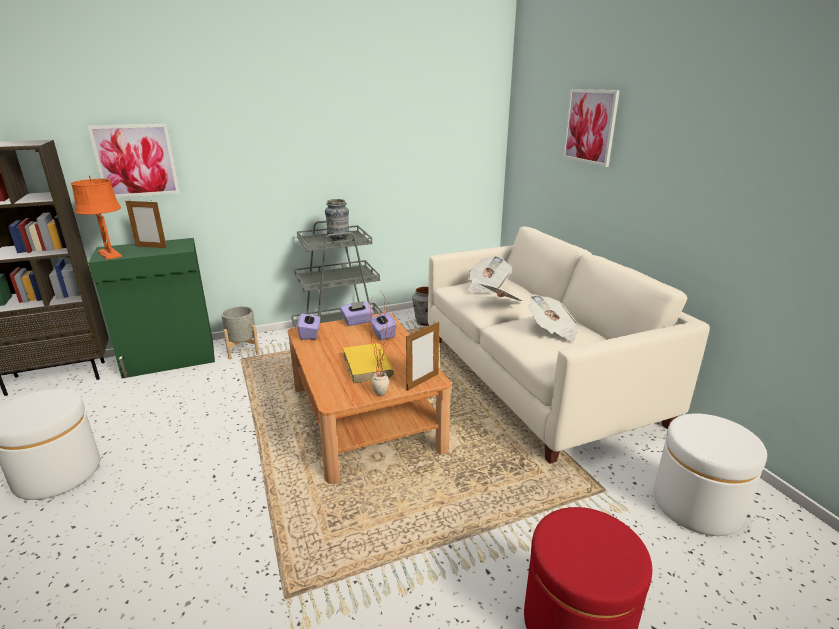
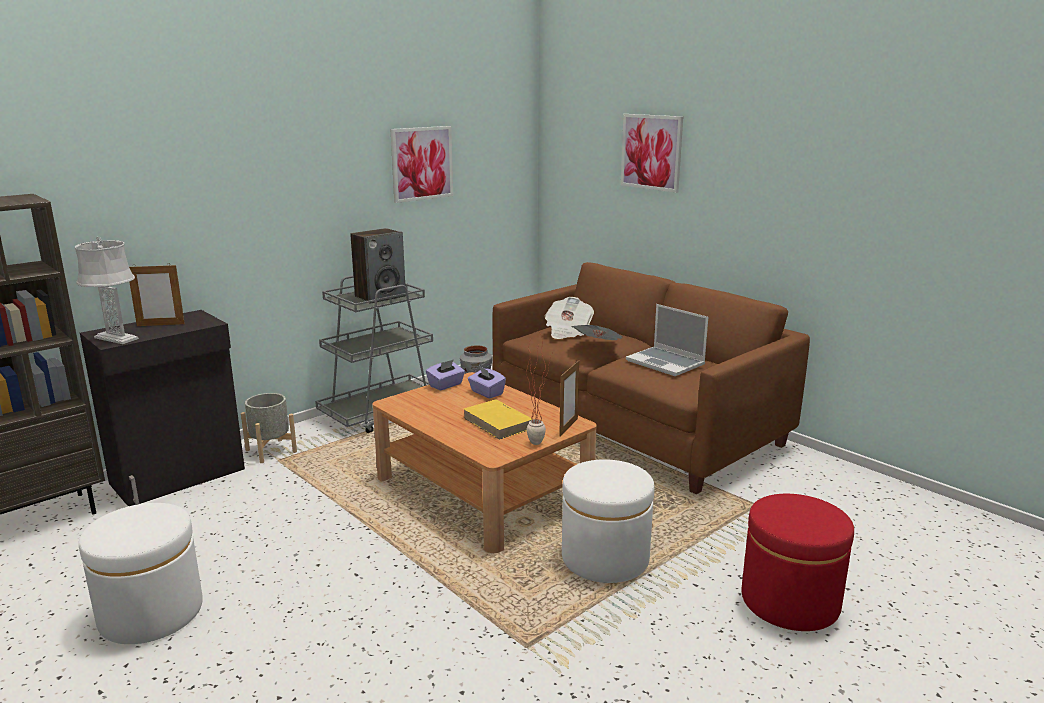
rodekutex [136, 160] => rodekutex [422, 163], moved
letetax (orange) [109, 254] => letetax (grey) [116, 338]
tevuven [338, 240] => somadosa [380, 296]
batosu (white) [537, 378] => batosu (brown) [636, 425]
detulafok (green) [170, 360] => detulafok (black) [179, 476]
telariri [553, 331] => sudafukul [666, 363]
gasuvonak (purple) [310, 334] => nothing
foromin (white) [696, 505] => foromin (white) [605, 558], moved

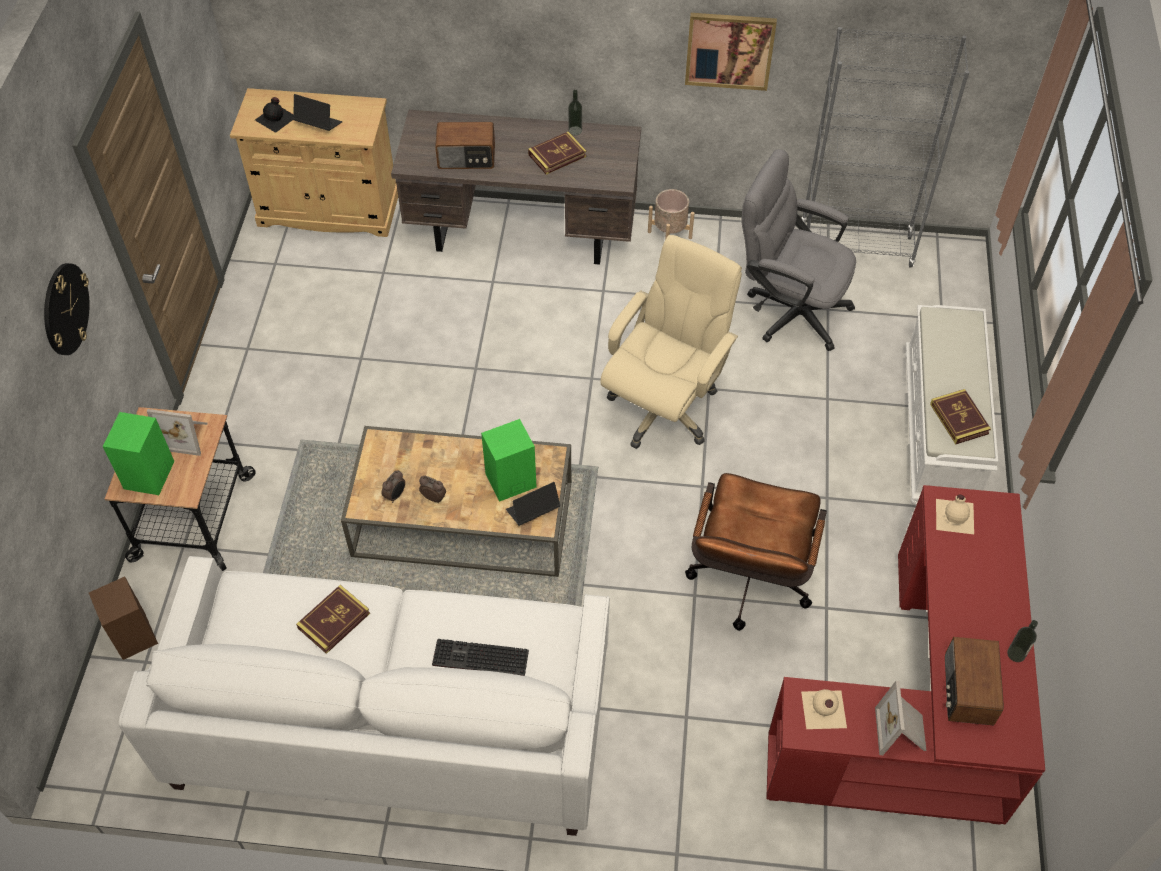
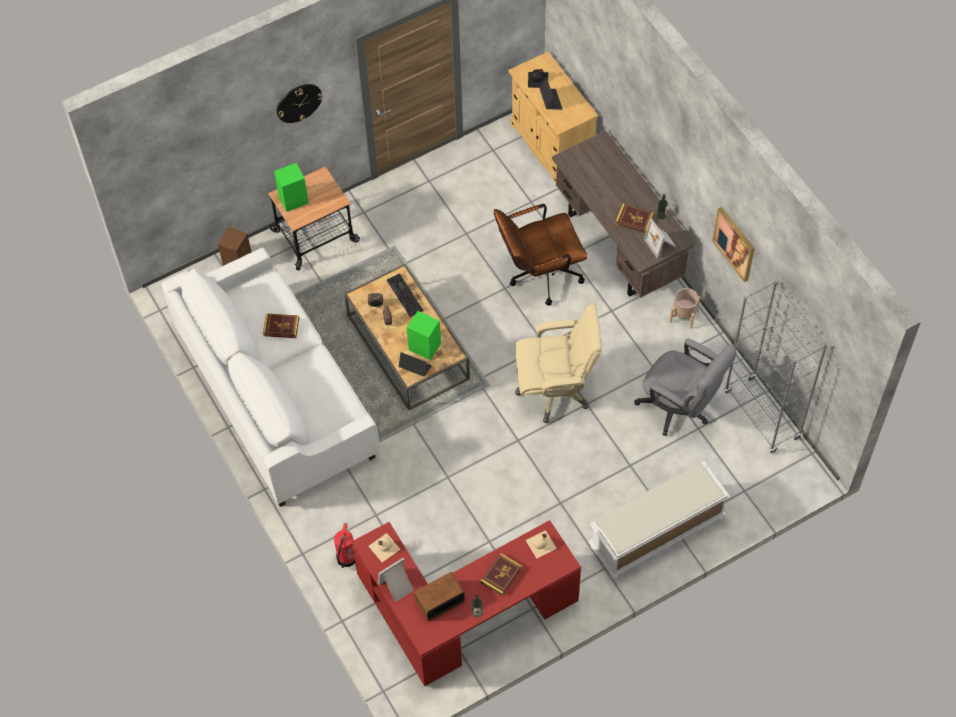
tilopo [467, 158] => nothing
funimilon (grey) [788, 309] => funimilon (grey) [680, 408], 135 degrees clockwise
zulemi [959, 419] => zulemi [501, 575], moved
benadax [186, 436] => benadax [661, 244], moved
funimilon (brown) [747, 585] => funimilon (brown) [539, 275], moved
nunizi [478, 660] => nunizi [403, 295], moved
nothing => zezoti [346, 558]

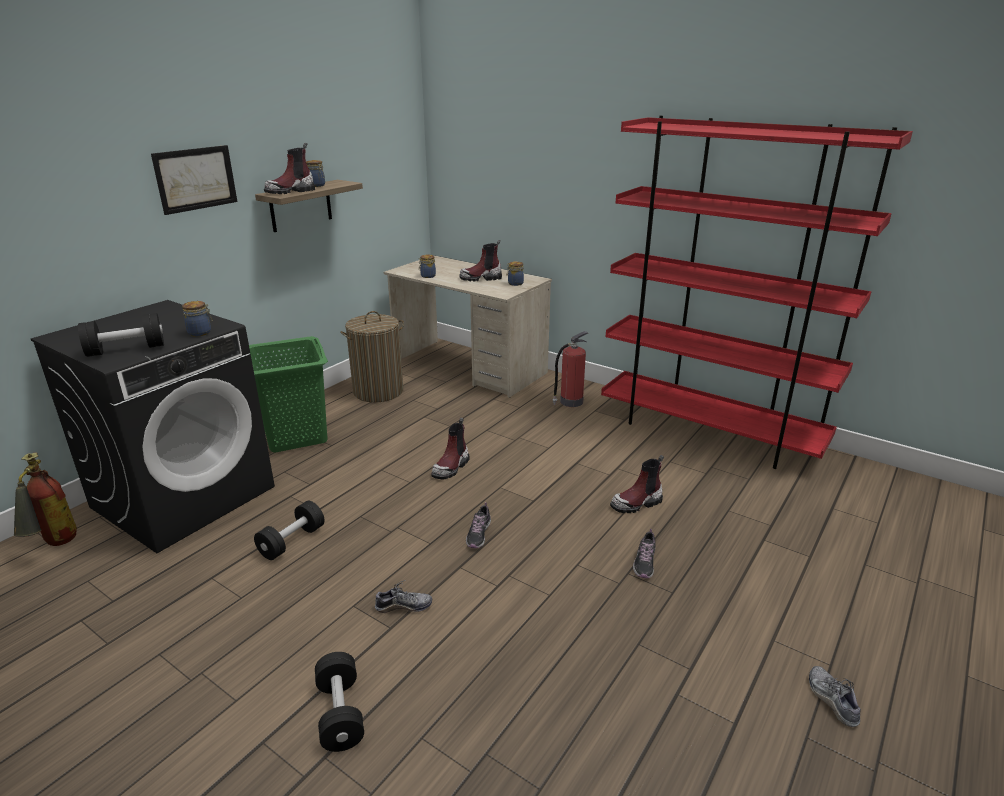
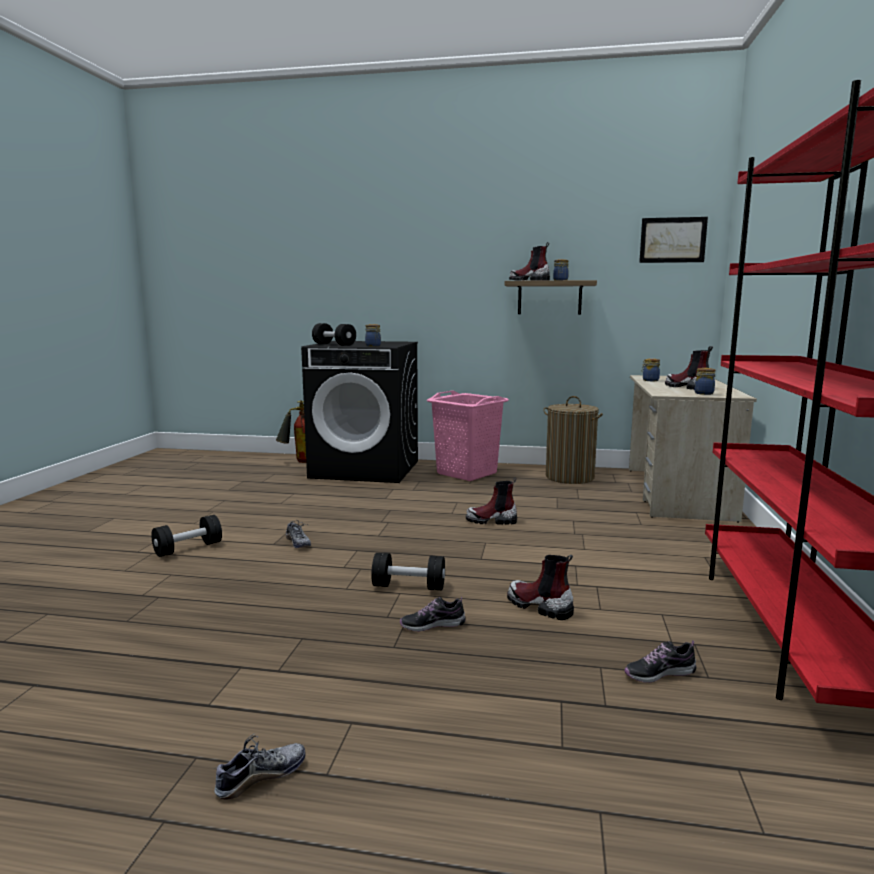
rodekutex [196, 179] => rodekutex [672, 240], moved
zezoti [570, 402] => nothing
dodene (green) [295, 436] => dodene (pink) [467, 473]
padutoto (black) [292, 541] => padutoto (black) [409, 586], moved
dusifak [478, 534] => dusifak [659, 673], moved

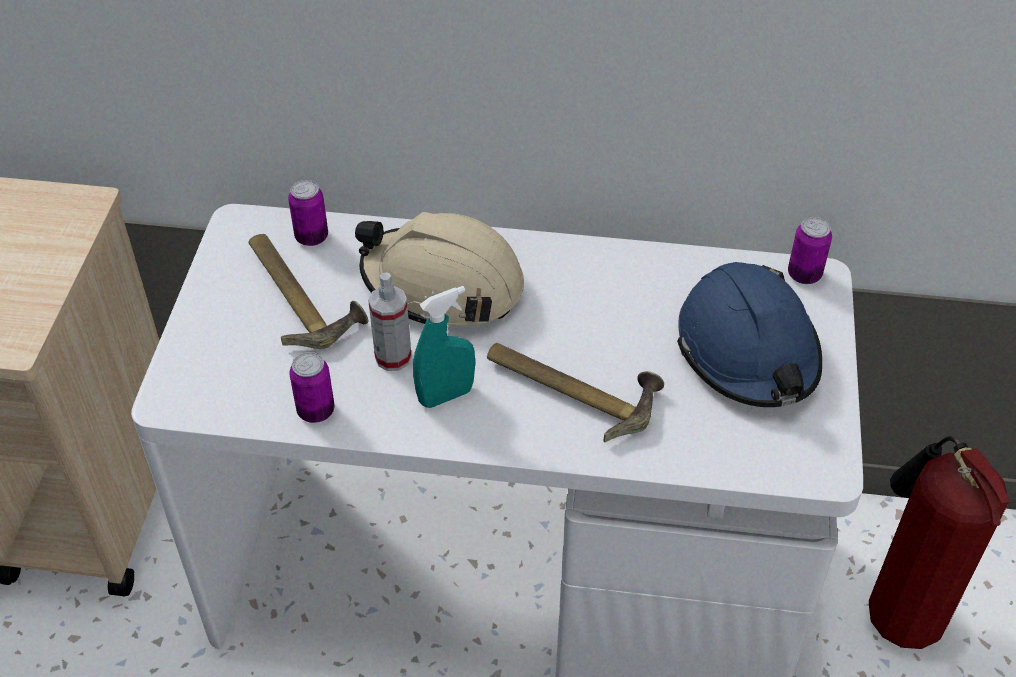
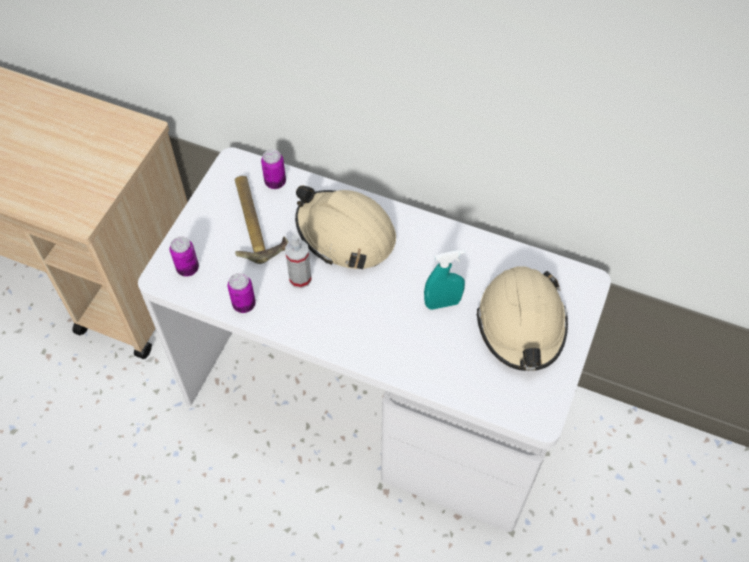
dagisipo [804, 275] => dagisipo [187, 268], moved
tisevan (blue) [748, 351] => tisevan (beige) [521, 325]
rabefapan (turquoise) [446, 395] => rabefapan (turquoise) [442, 303], moved
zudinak [571, 388] => nothing
zezoti [897, 613] => nothing

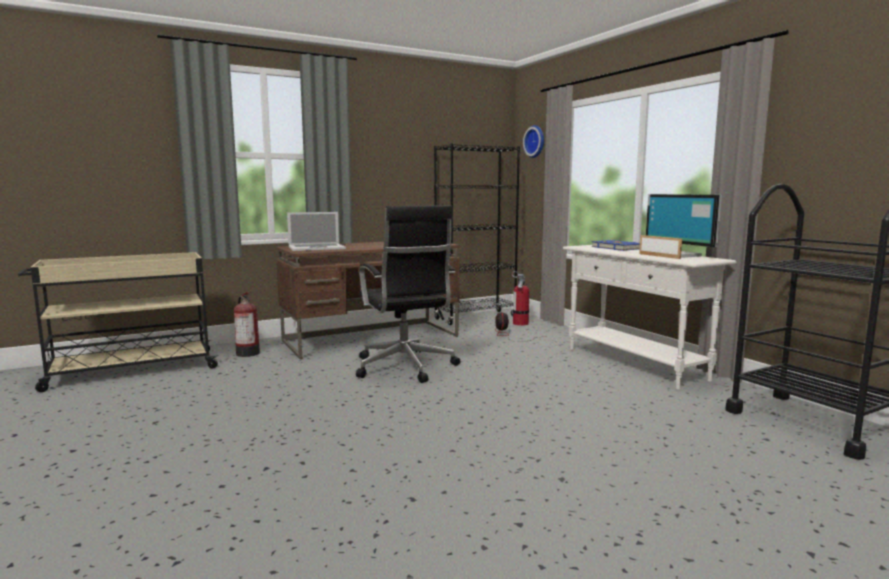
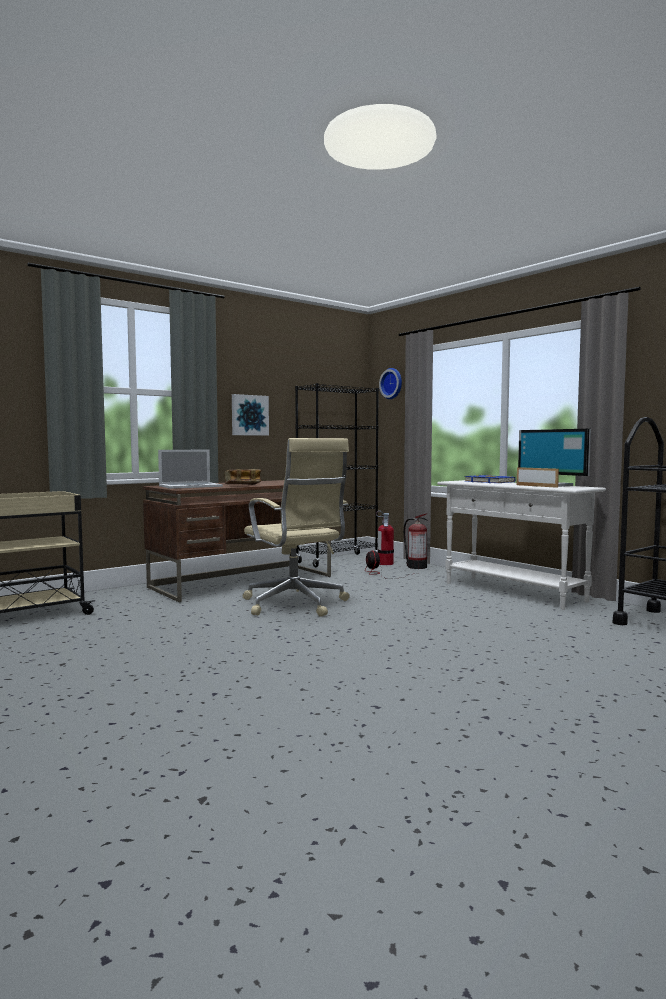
funimilon (black) [405, 367] => funimilon (beige) [295, 605]
zezoti [247, 353] => zezoti [416, 567], moved
nothing => rodekutex [249, 415]
nothing => zulemi [243, 485]

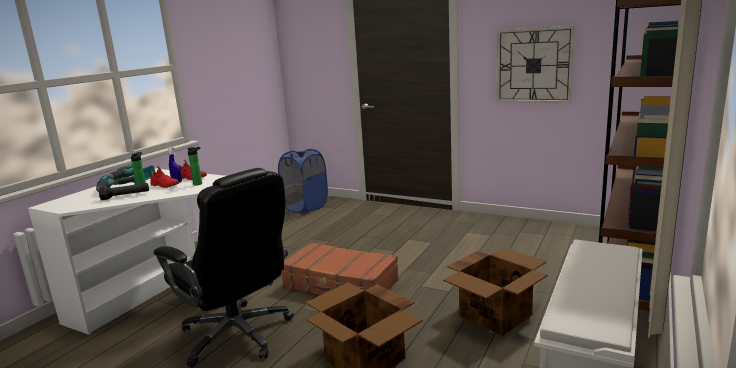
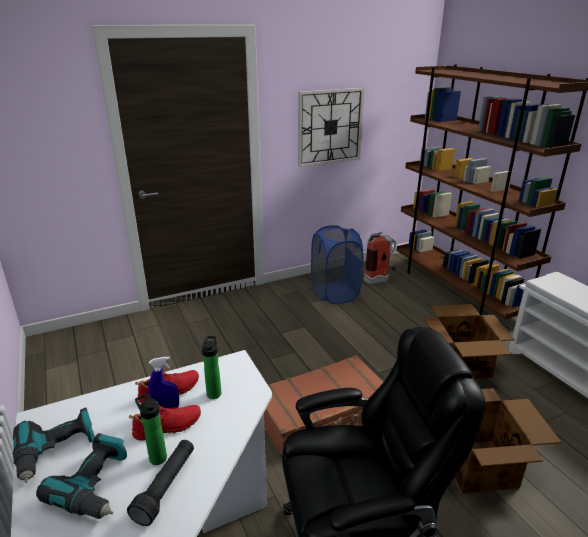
dodene (blue) [306, 207] => dodene (blue) [334, 293], moved
nothing => zezoti [380, 281]

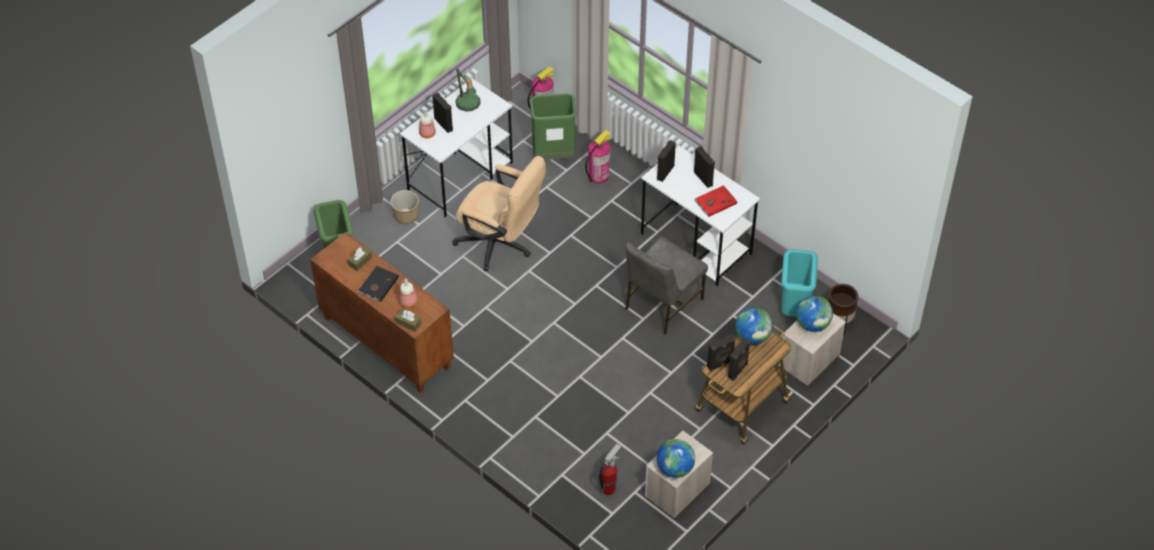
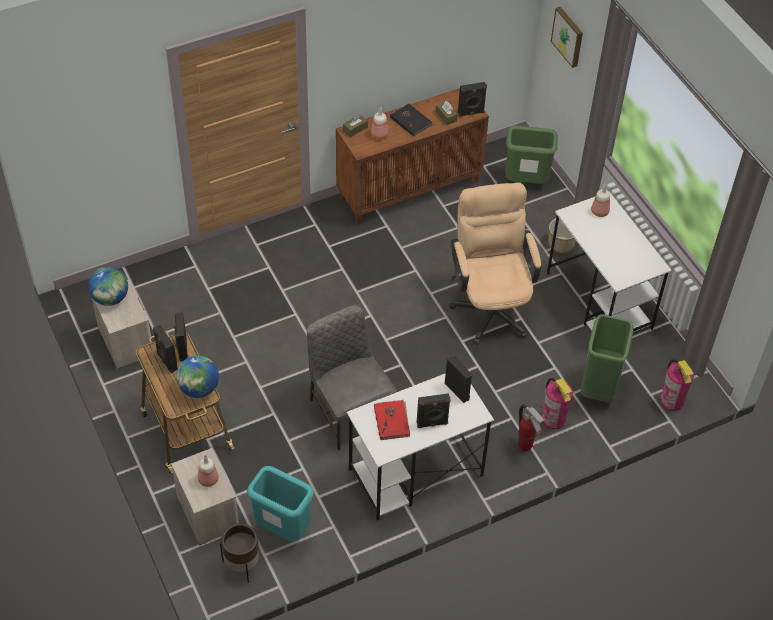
letetax [468, 105] => nothing
somadosa (black) [444, 124] => somadosa (black) [471, 113], moved
funimilon (beige) [501, 244] => funimilon (beige) [490, 305], 120 degrees clockwise
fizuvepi [812, 324] => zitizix [207, 479]
zezoti [608, 489] => zezoti [525, 446], moved
nothing => rodekutex [568, 36]

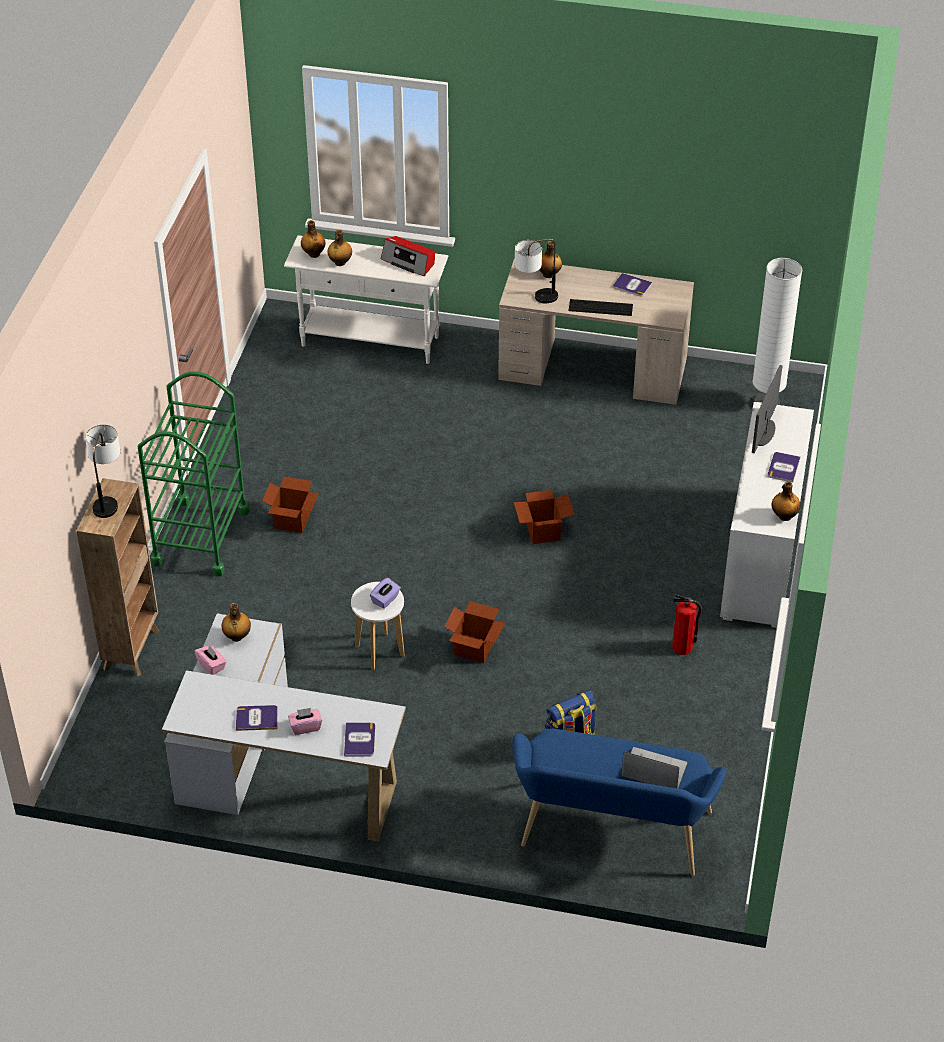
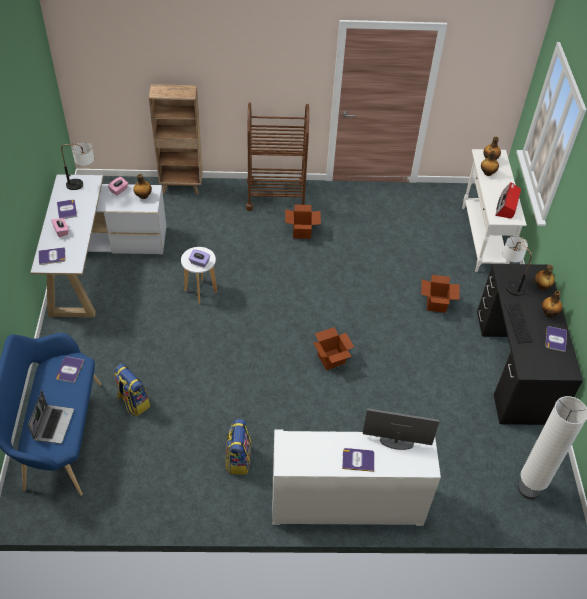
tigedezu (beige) [593, 369] => tigedezu (black) [515, 365]
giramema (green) [200, 537] => giramema (brown) [276, 196]
letetax [108, 498] => letetax [83, 184], moved
zitizix [784, 516] => zitizix [549, 313], moved
zezoti [682, 647] => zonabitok [238, 459]
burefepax [473, 648] => burefepax [436, 304], moved
nothing => zulemi [69, 369]

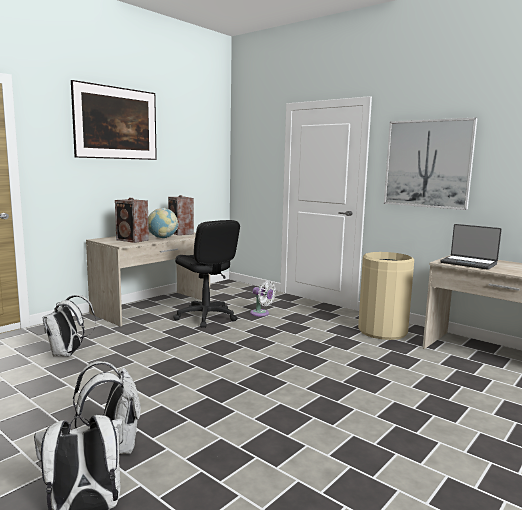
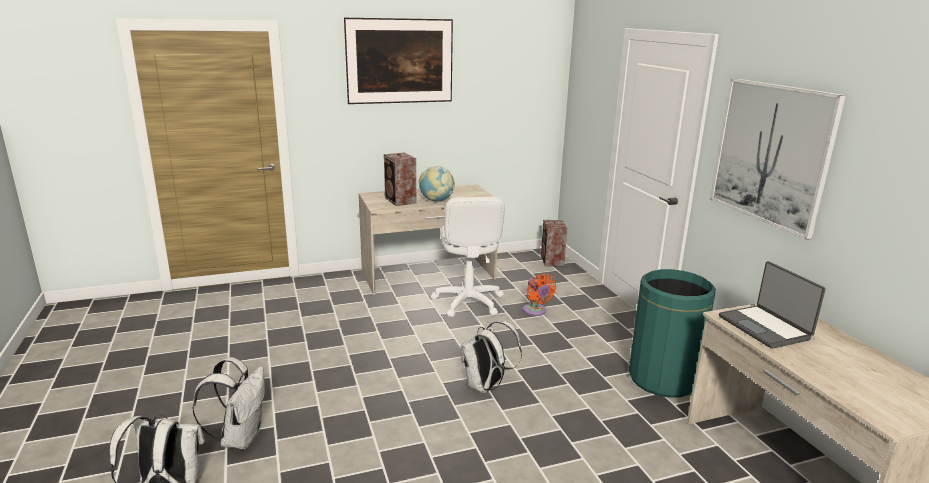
somadosa [181, 233] => somadosa [552, 261], moved
funimilon (black) [206, 317] => funimilon (white) [468, 302]
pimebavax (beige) [382, 331] => pimebavax (green) [662, 379]
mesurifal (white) [261, 313] => mesurifal (orange) [535, 311]
zonabitok (white) [68, 354] => zonabitok (white) [486, 386], moved

